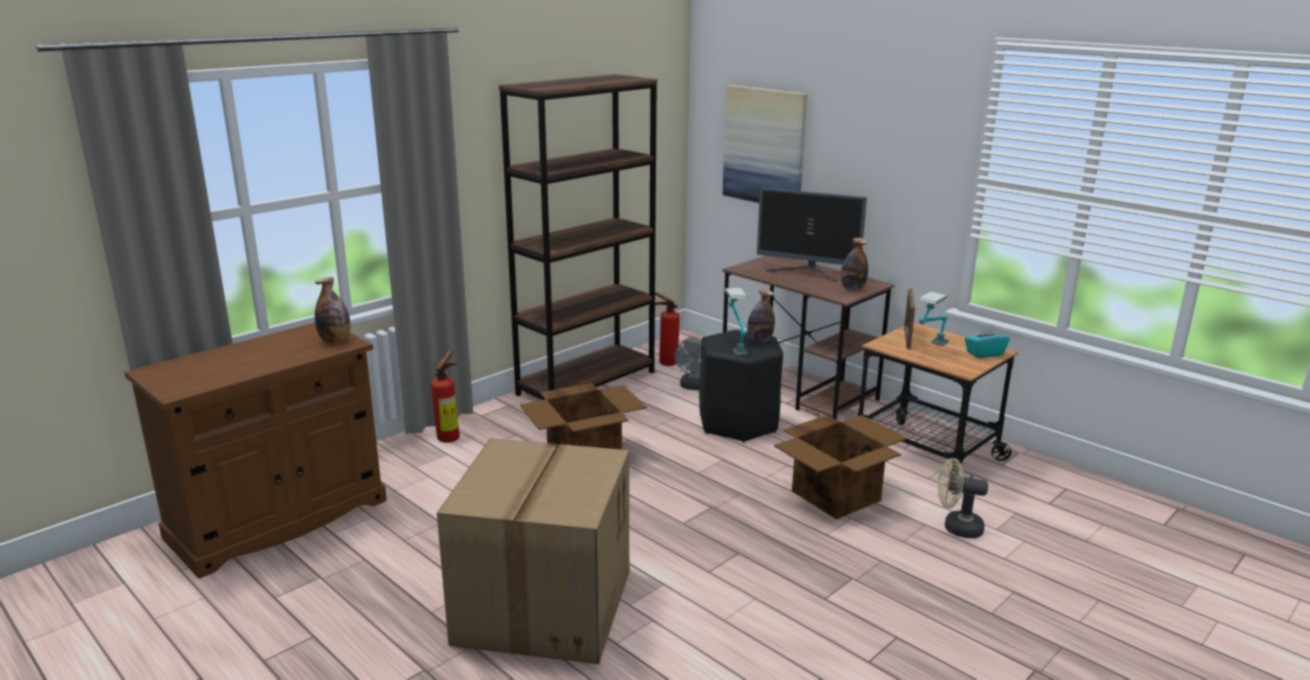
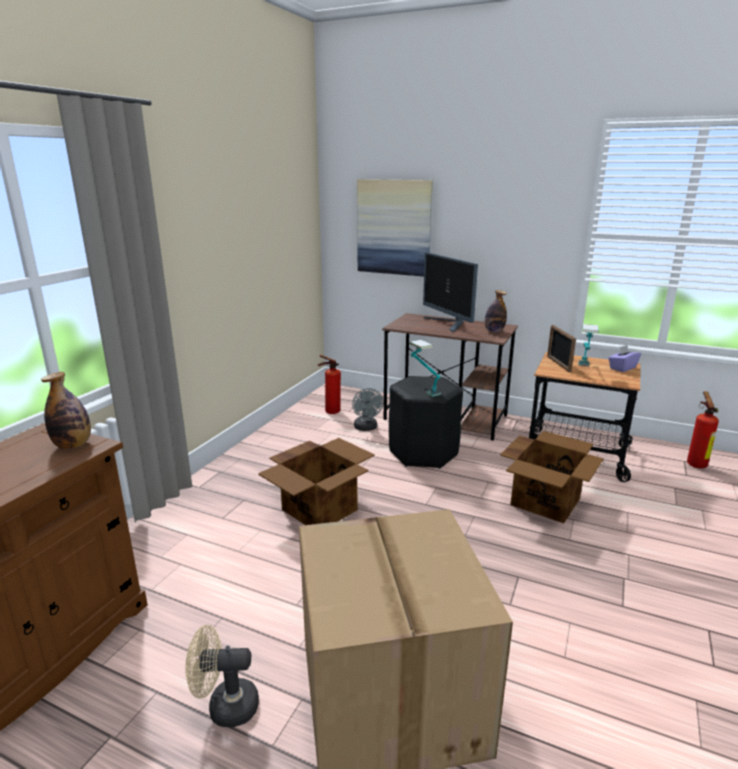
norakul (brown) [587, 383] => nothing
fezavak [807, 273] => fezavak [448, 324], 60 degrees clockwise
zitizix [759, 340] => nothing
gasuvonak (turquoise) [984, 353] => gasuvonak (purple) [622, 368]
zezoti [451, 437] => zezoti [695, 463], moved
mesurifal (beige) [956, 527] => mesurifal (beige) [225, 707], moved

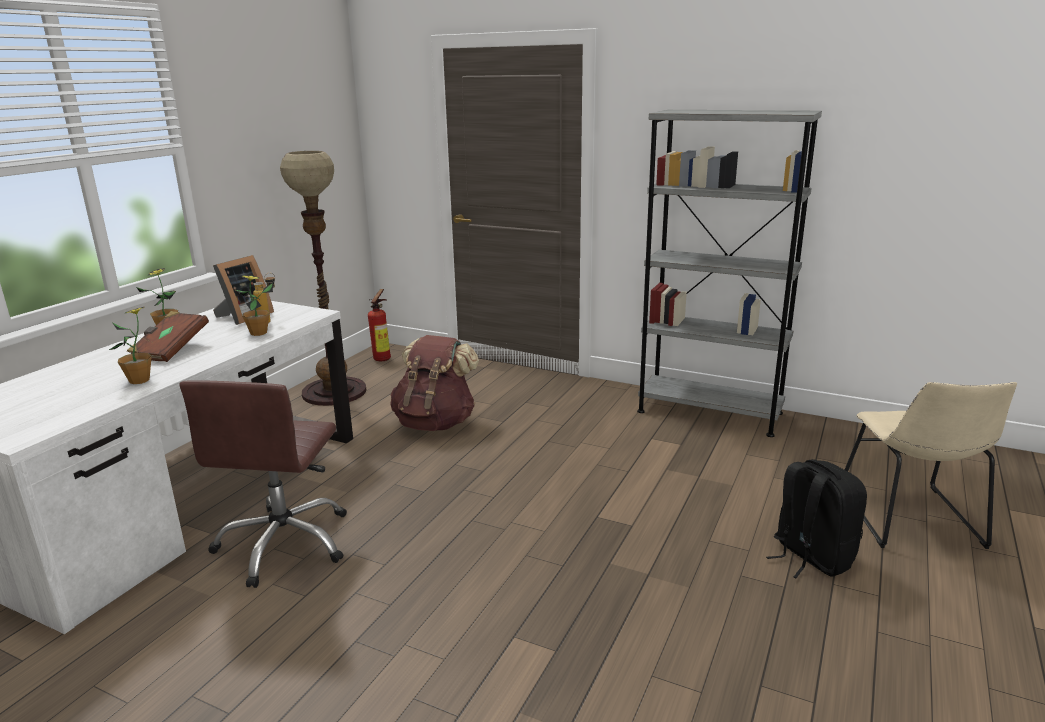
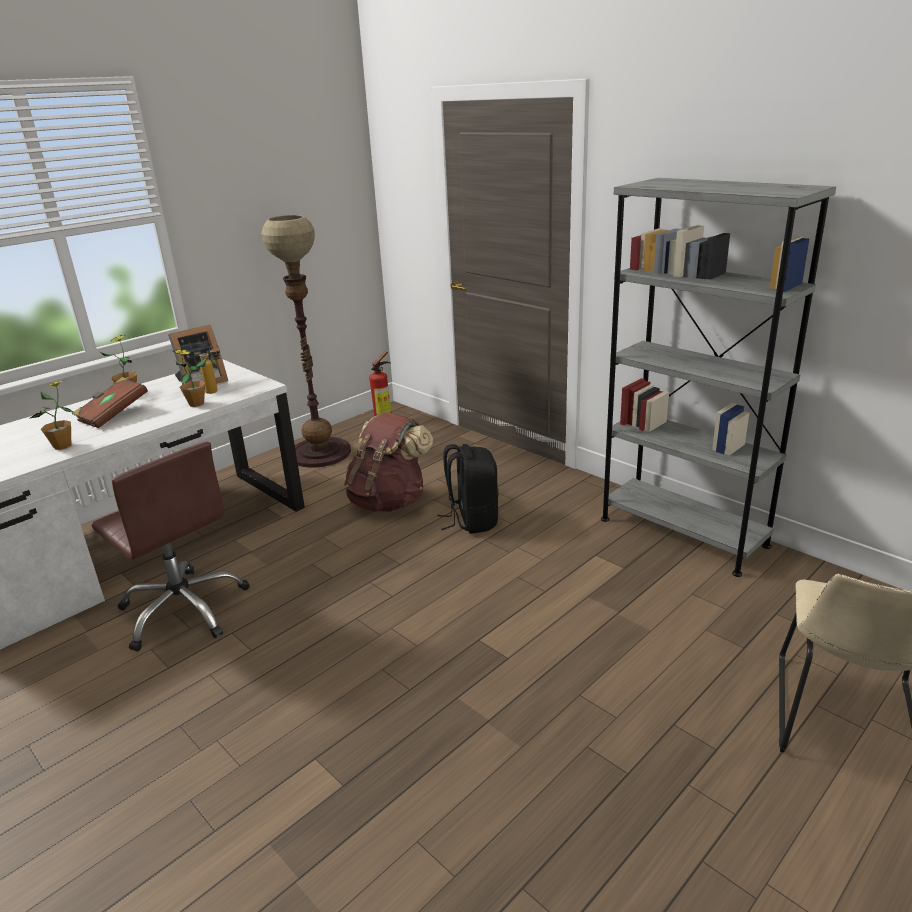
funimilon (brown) [285, 543] => funimilon (brown) [184, 609], 75 degrees counterclockwise
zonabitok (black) [810, 557] => zonabitok (black) [472, 520], moved

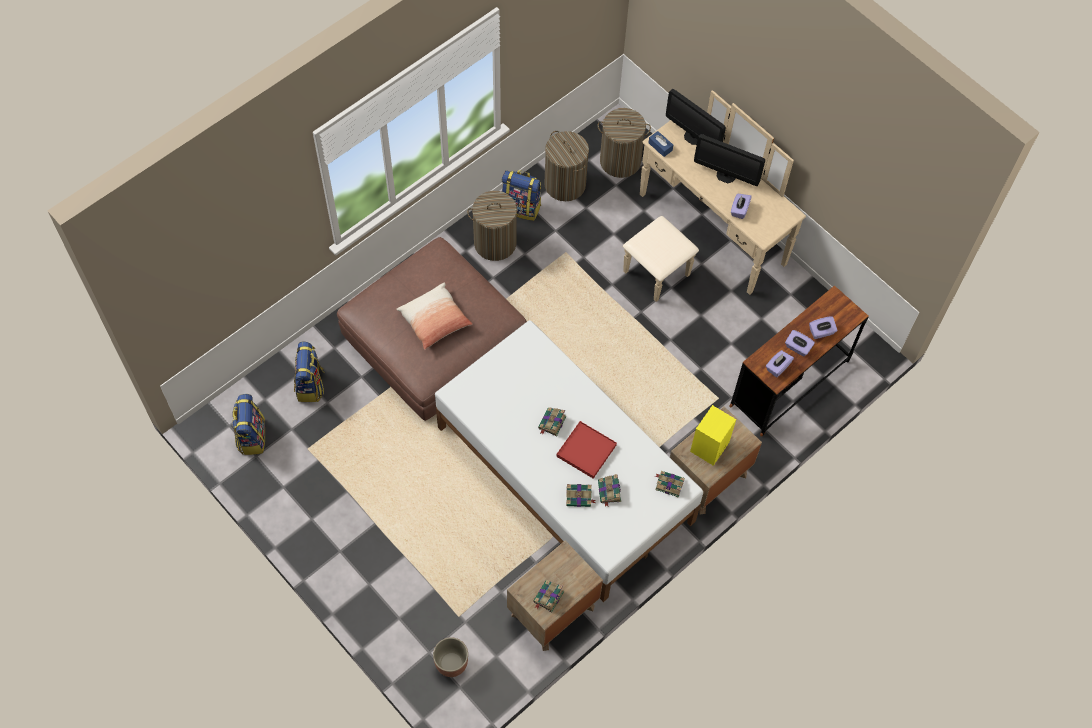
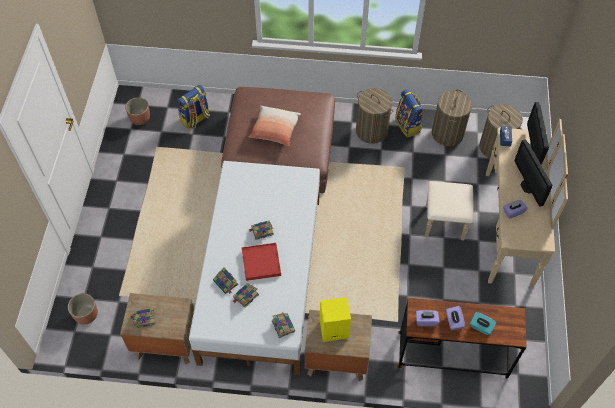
gasuvonak (purple) [821, 332] => gasuvonak (turquoise) [481, 327]
zonabitok [251, 436] => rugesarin [140, 118]

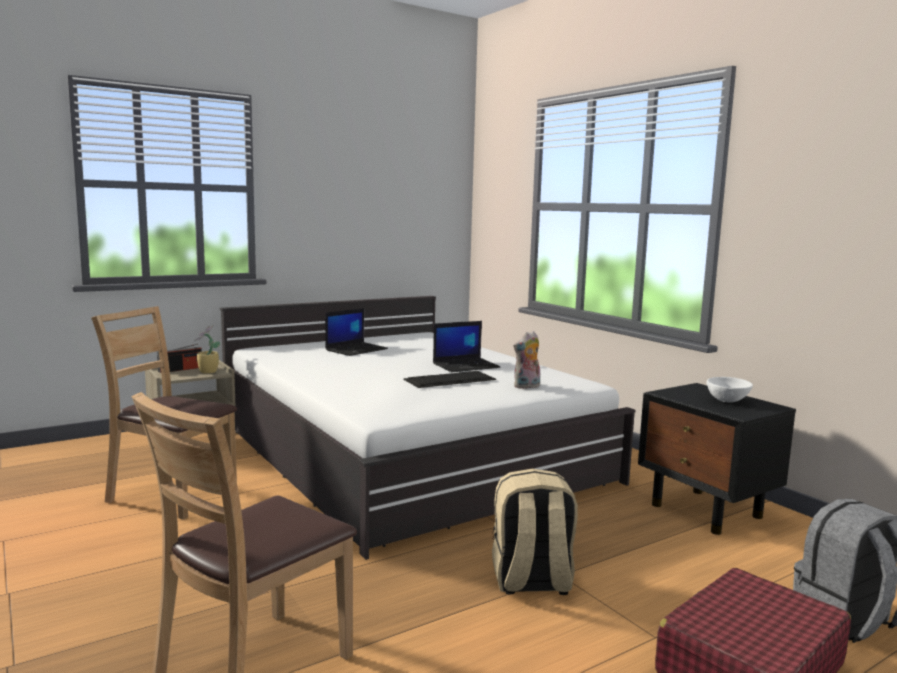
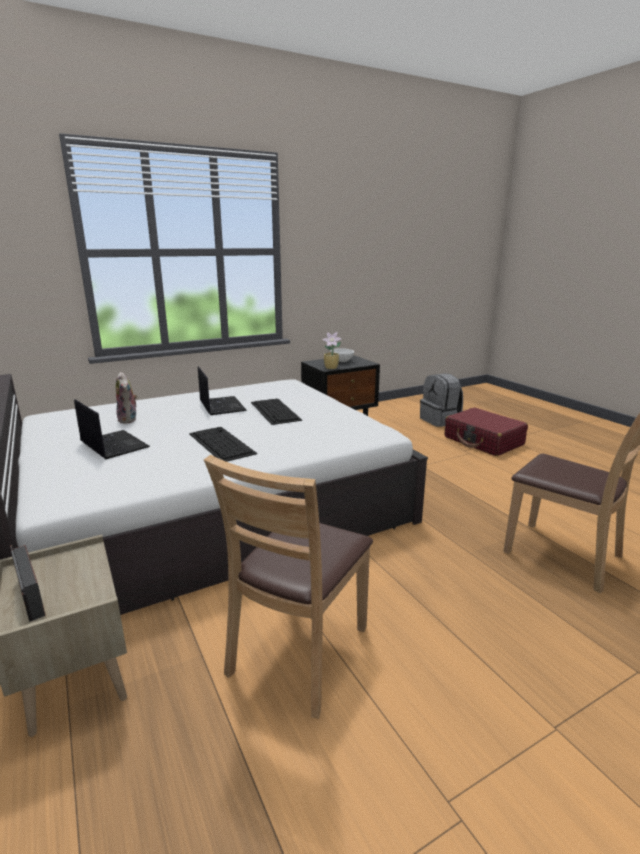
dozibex [207, 372] => dozibex [331, 368], moved
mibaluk [527, 386] => mibaluk [129, 420], moved
zonabitok (beige) [531, 581] => nothing
nothing => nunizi [220, 443]

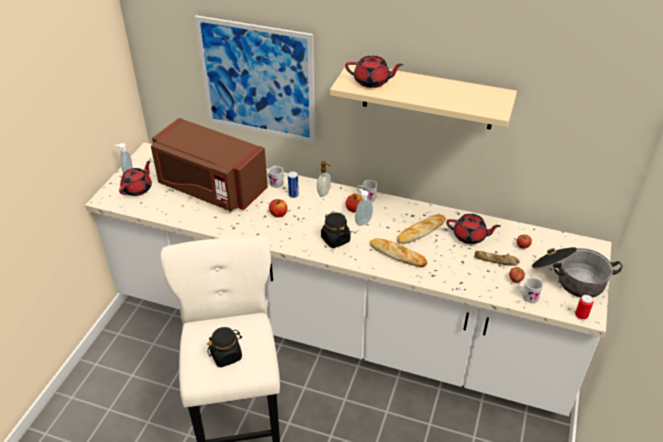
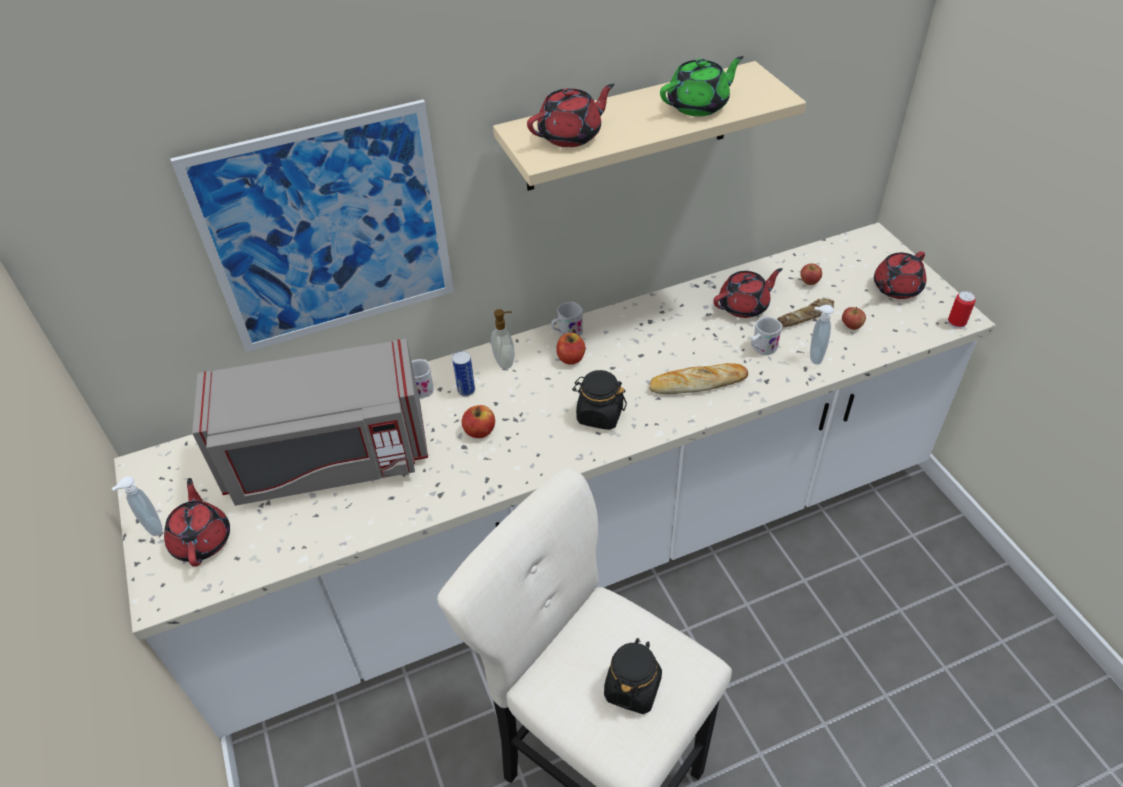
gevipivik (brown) [210, 187] => gevipivik (grey) [327, 458]
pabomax [362, 222] => pabomax [814, 356], moved
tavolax [420, 231] => nothing
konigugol [569, 278] => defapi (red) [896, 288]
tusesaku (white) [527, 297] => tusesaku (white) [761, 349], moved
nothing => defapi (green) [699, 105]

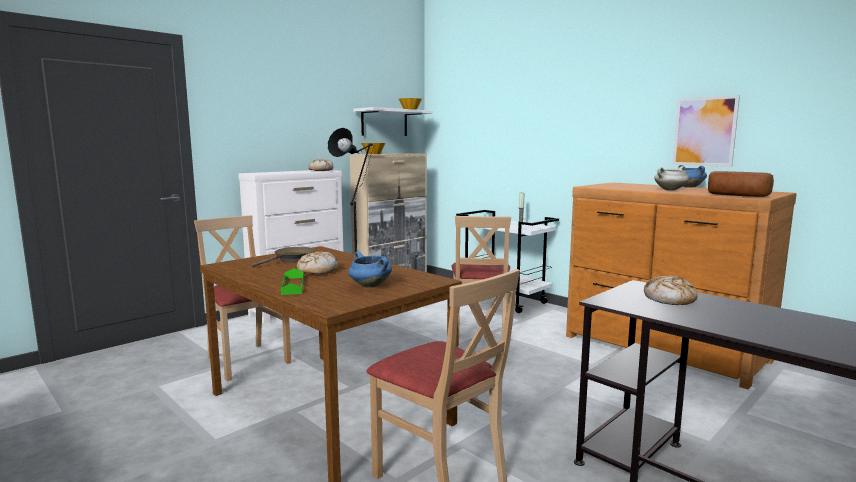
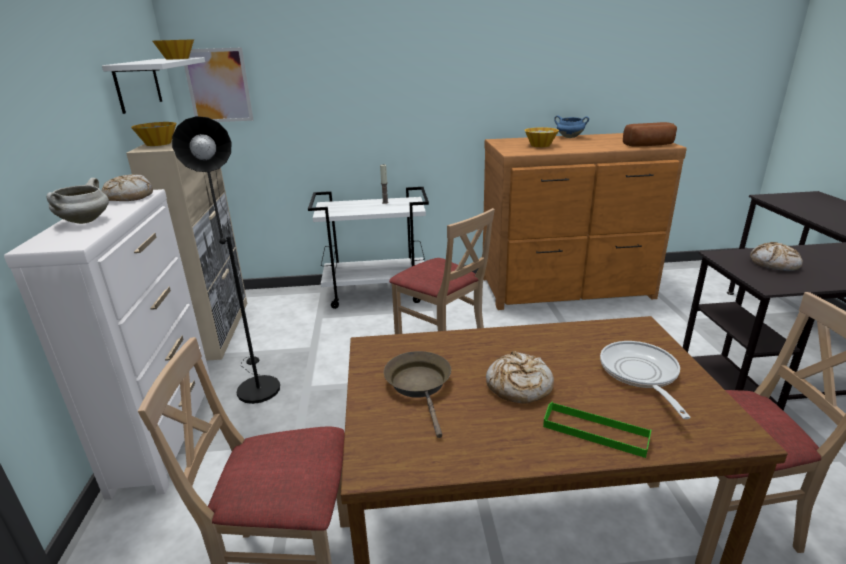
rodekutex [704, 131] => rodekutex [218, 86], moved
konigugol (white) [670, 190] => konigugol (white) [85, 221], moved
konigugol (blue) [369, 286] => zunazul [640, 375]
nothing => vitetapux [540, 145]

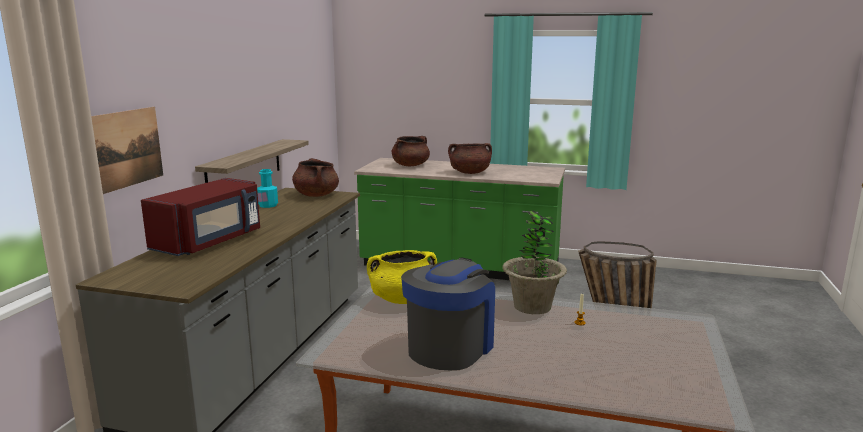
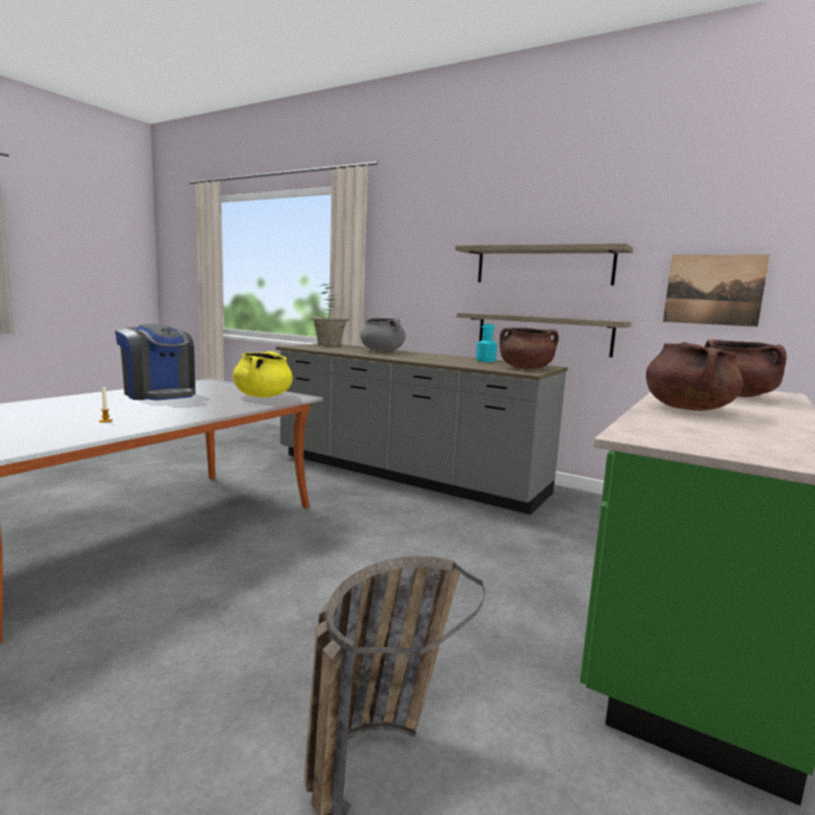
rodekutex [126, 148] => rodekutex [713, 289], moved
gevipivik (red) [210, 242] => konigugol (grey) [382, 351]
dozibex [532, 306] => dozibex [329, 344], moved
nothing => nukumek [543, 266]

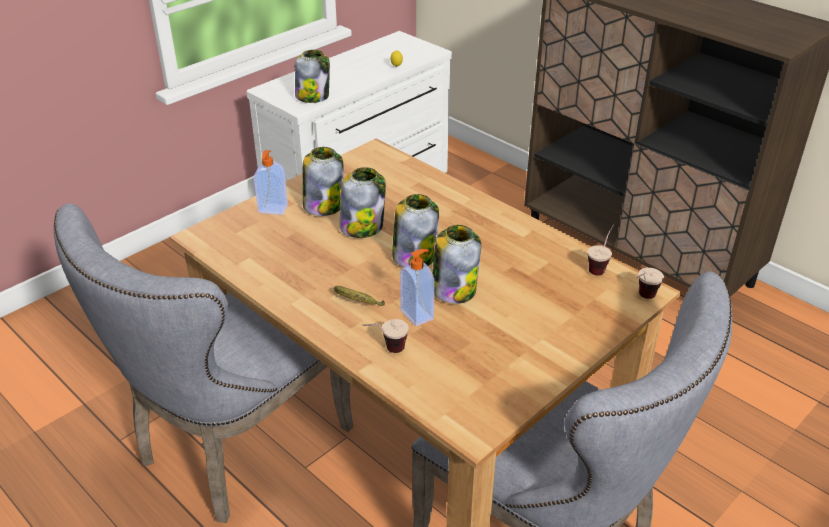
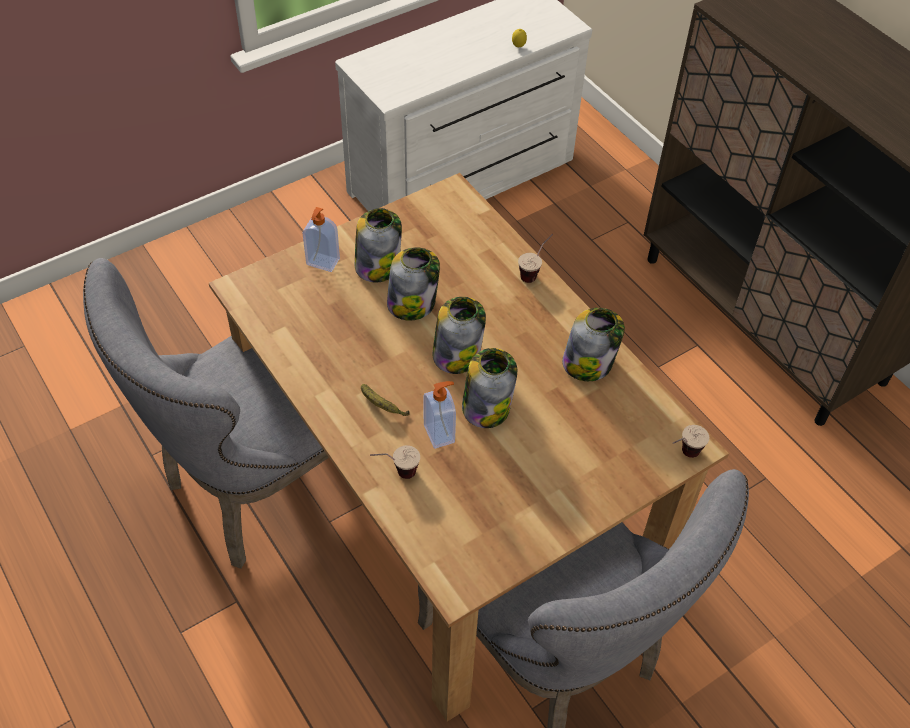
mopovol [313, 96] => mopovol [588, 363], moved
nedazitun [600, 266] => nedazitun [534, 272], moved

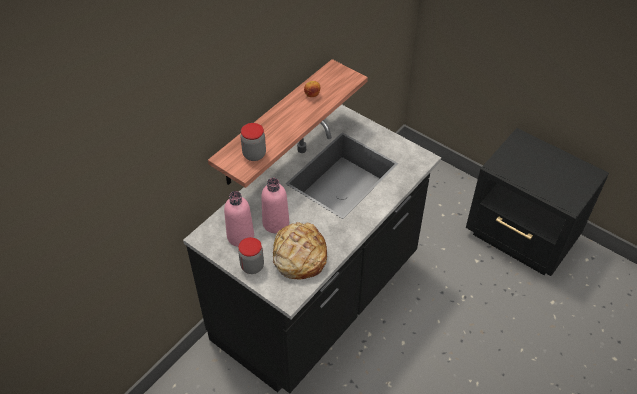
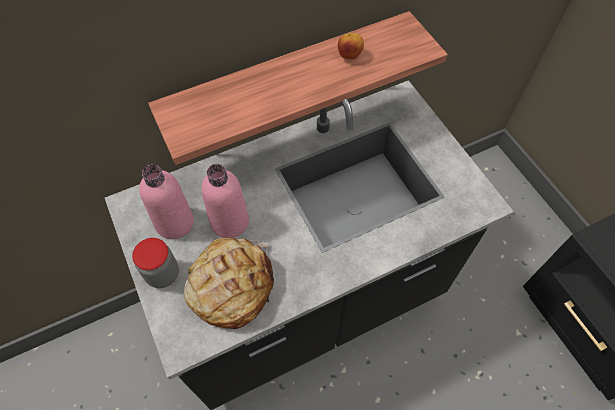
mopovol [254, 154] => nothing

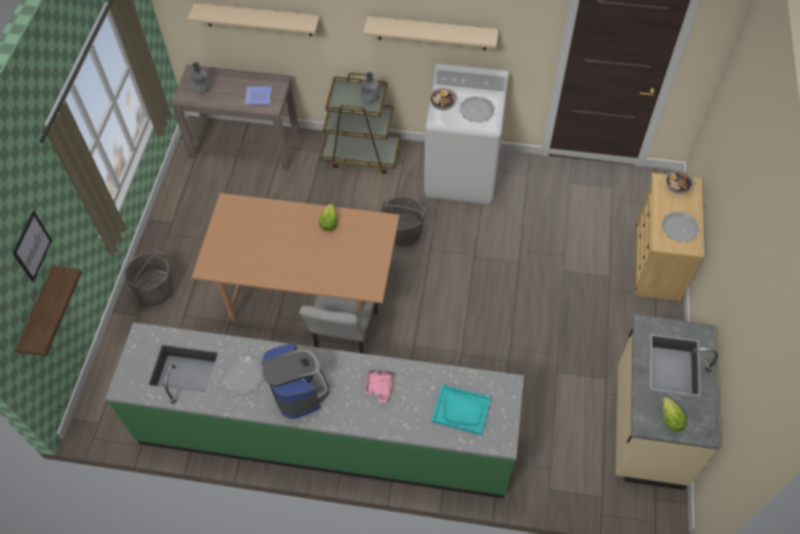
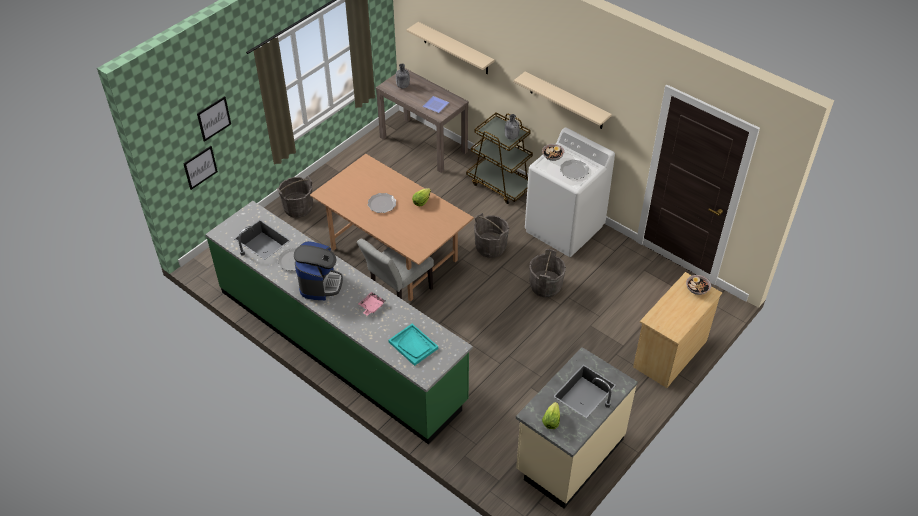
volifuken [679, 228] => volifuken [382, 204], moved
nukumek [40, 314] => rodekutex [200, 167]
nothing => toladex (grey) [545, 286]

